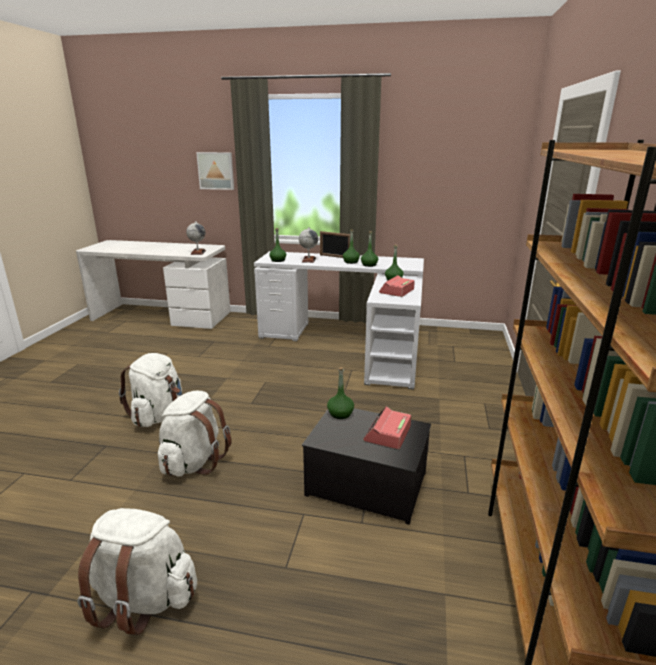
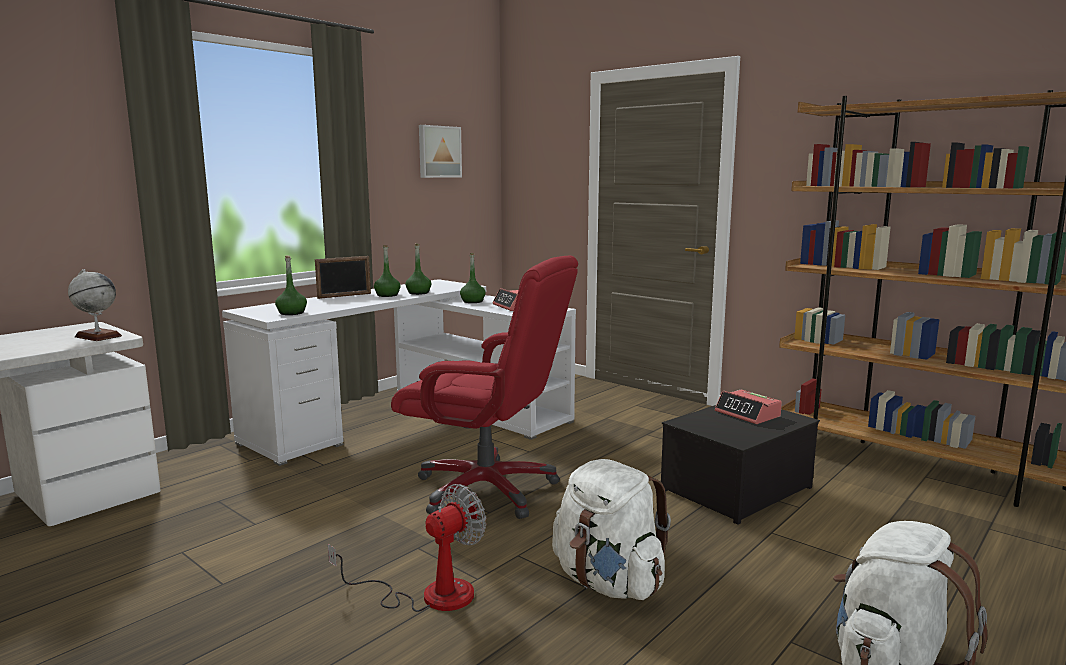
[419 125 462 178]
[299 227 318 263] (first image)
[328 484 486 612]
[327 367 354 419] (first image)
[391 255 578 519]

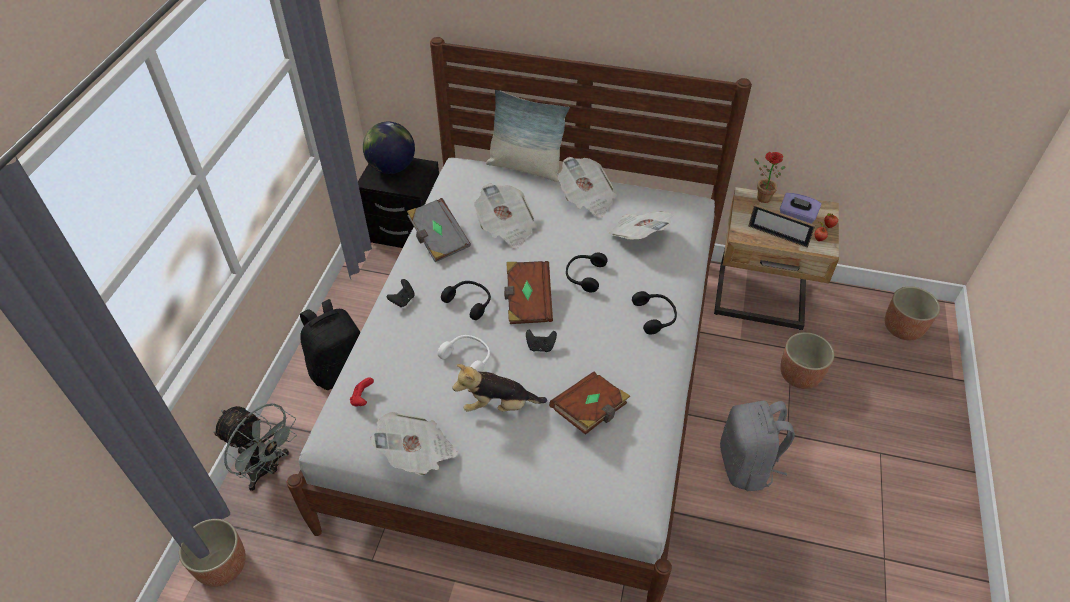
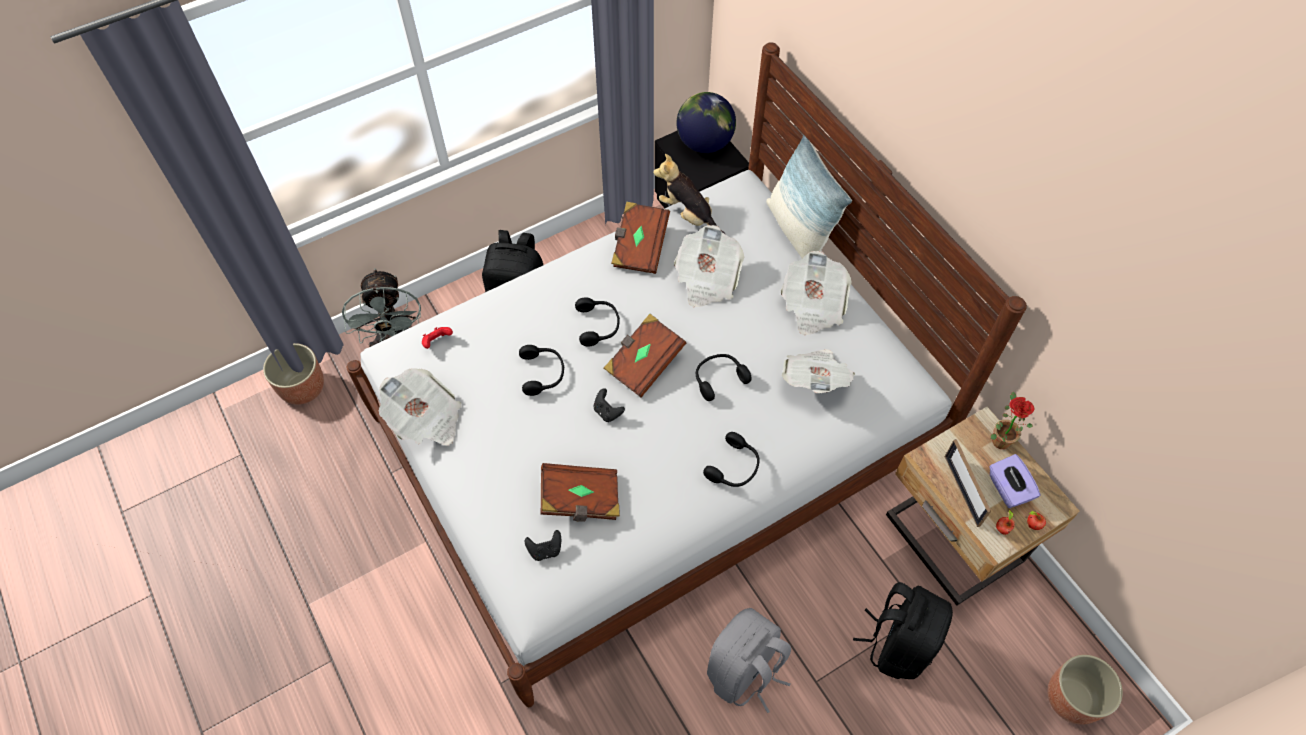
[611 202 670 274]
[524 530 561 561]
[853 582 953 679]
[519 345 564 396]
[653 154 725 234]

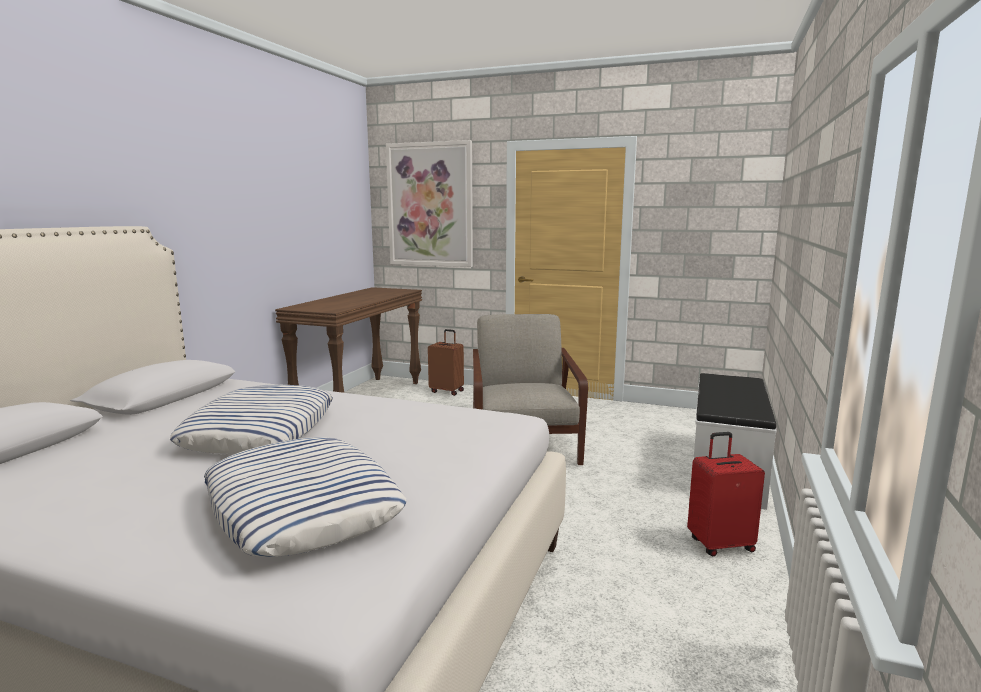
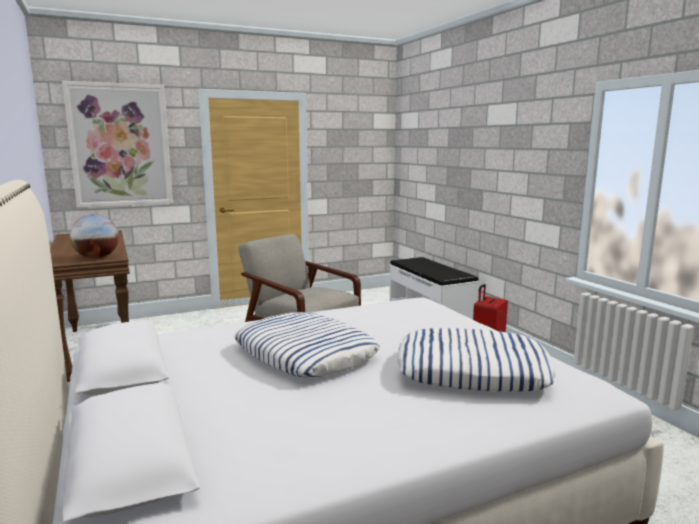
[428 329 464 396] (first image)
[70 214 119 258]

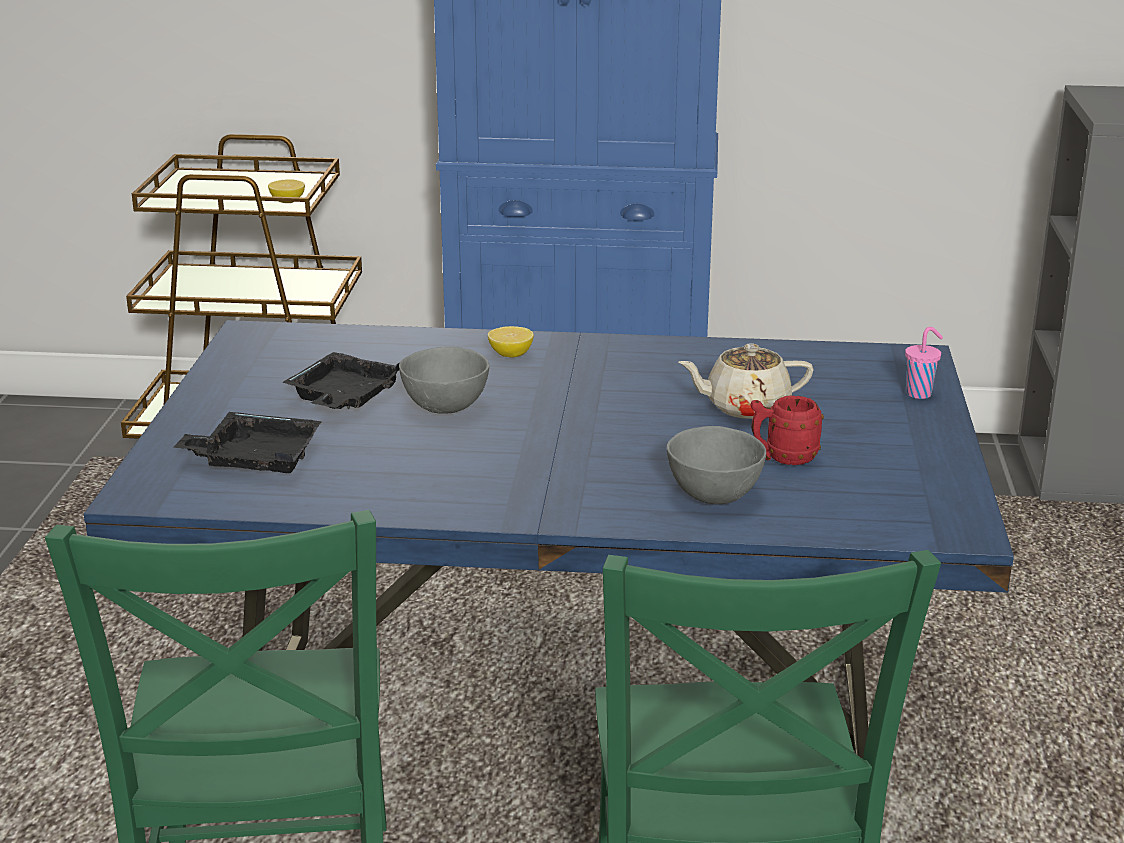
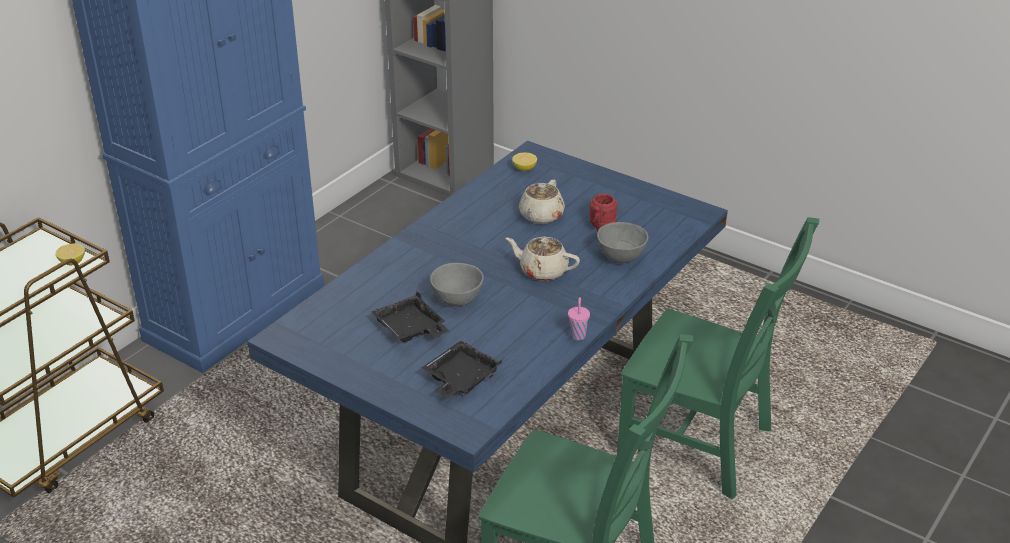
[512 153 537 171]
[568 297 590 341]
[505 237 580 281]

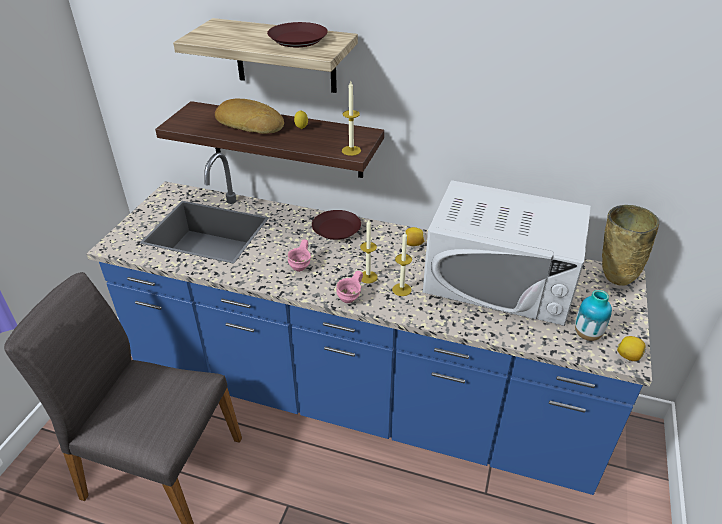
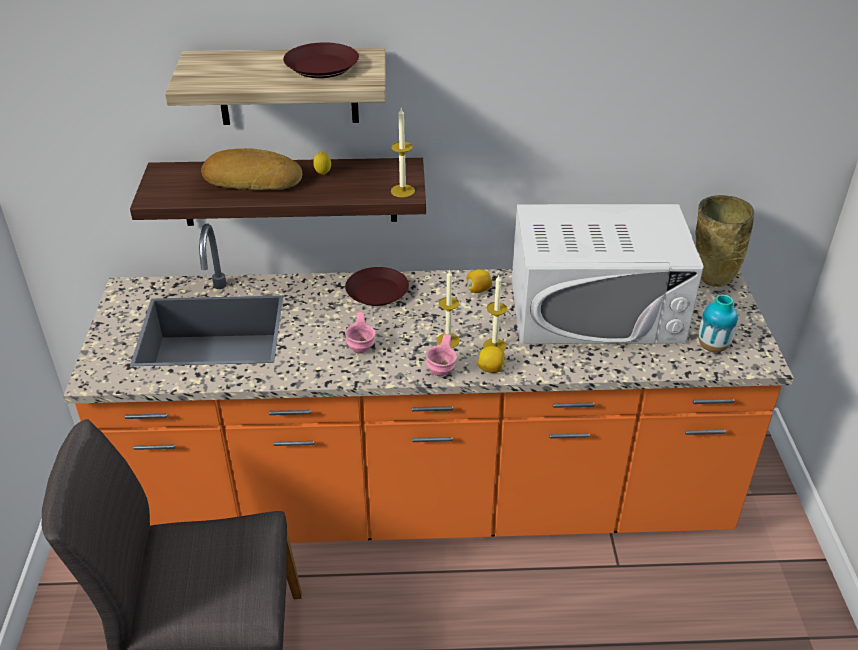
[63 224 794 543]
[478 346 506 373]

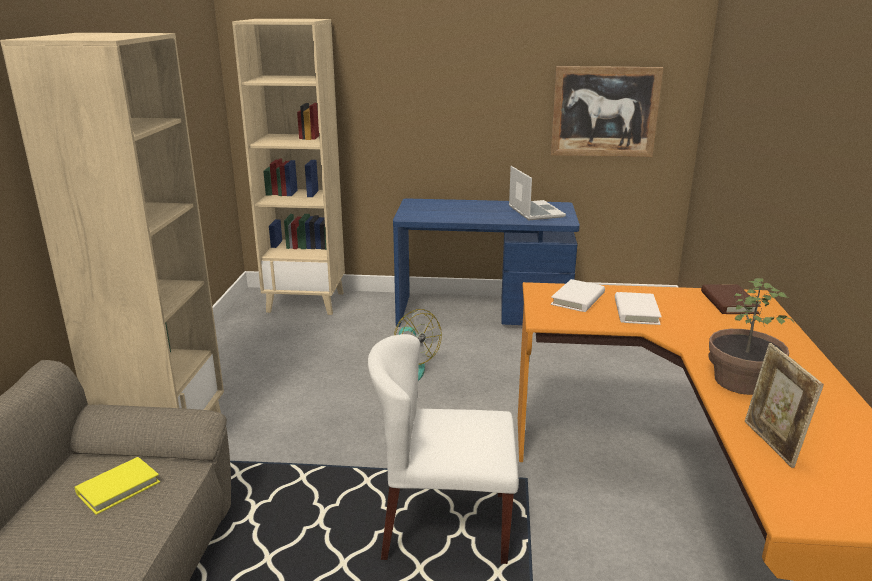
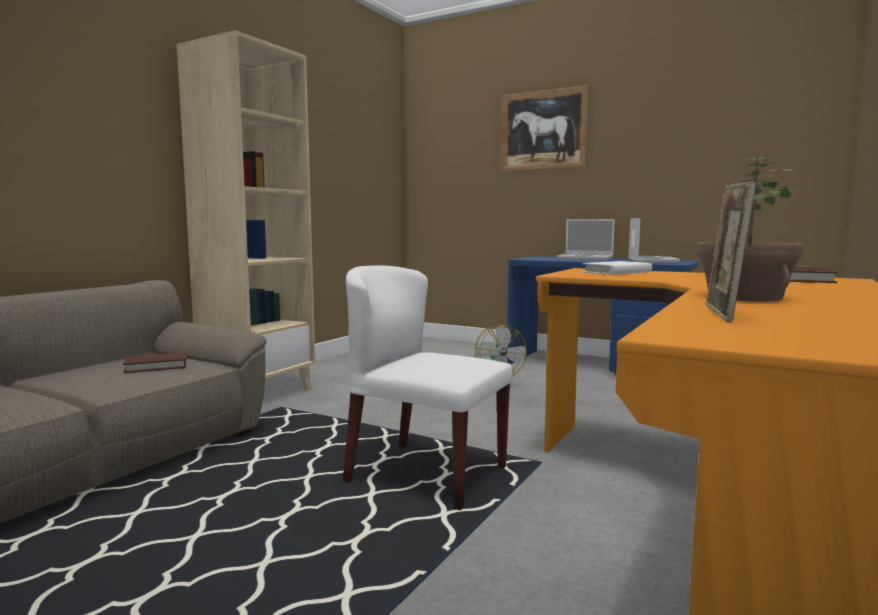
[232 19 345 315] (first image)
[501 85 589 172]
[615 292 662 325] (first image)
[123 352 186 373]
[557 219 615 260]

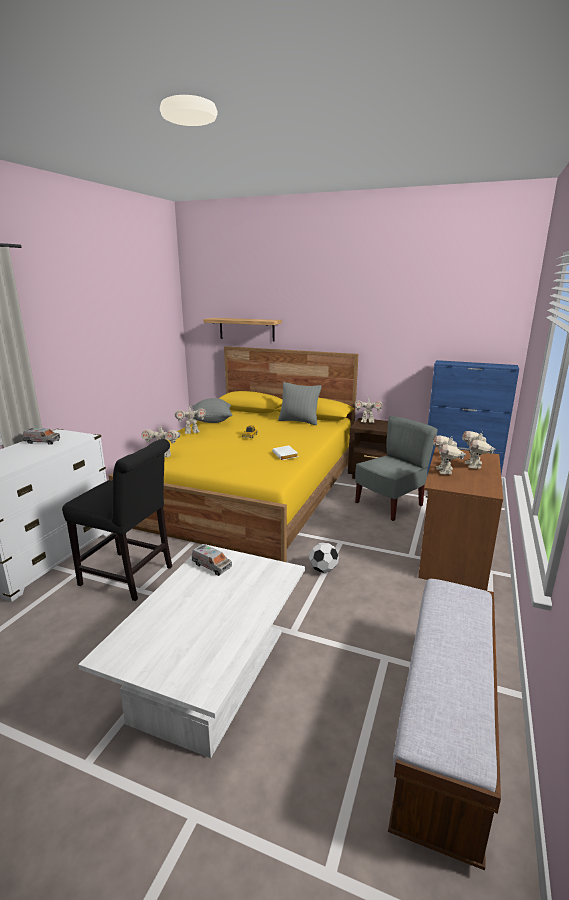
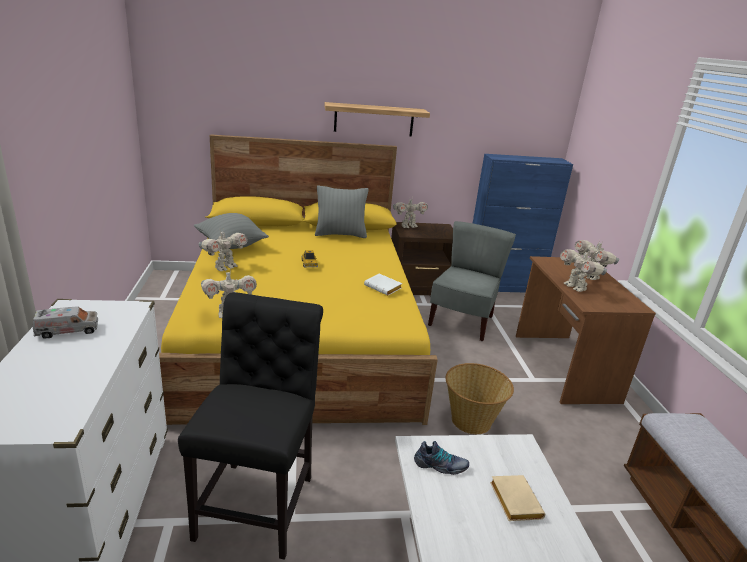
[325 102 430 137]
[178 292 323 560]
[446 363 514 434]
[414 441 469 475]
[490 475 545 521]

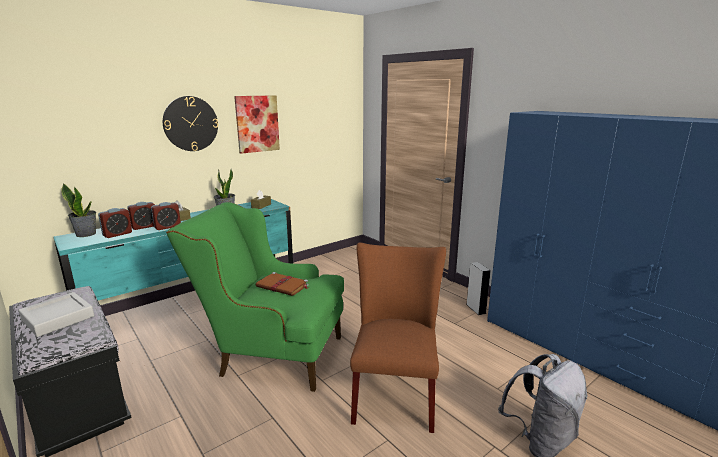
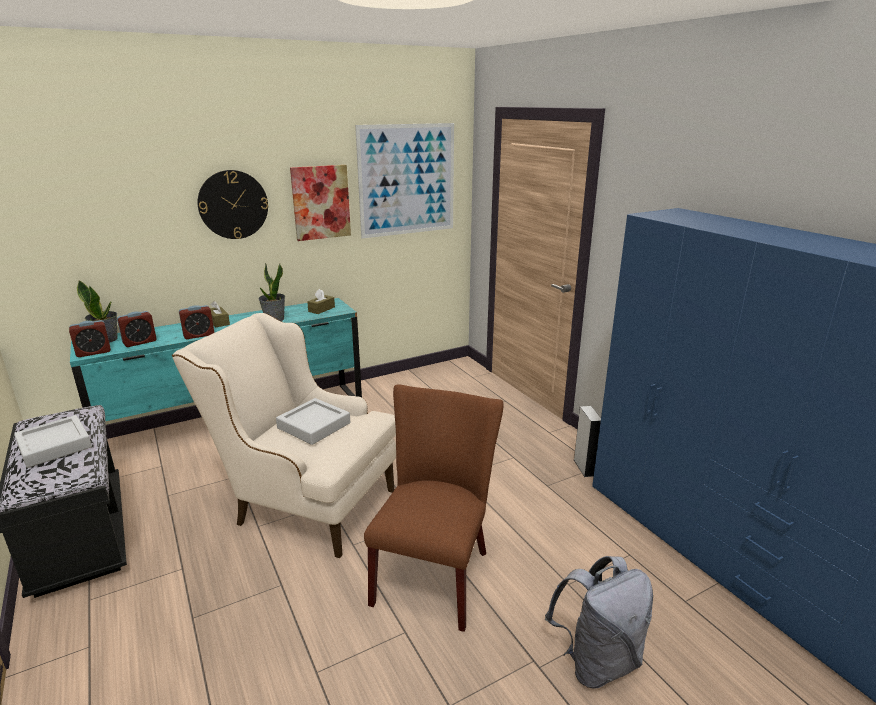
[69 320 111 357]
[172 313 396 558]
[276 398 350 445]
[355 123 454 239]

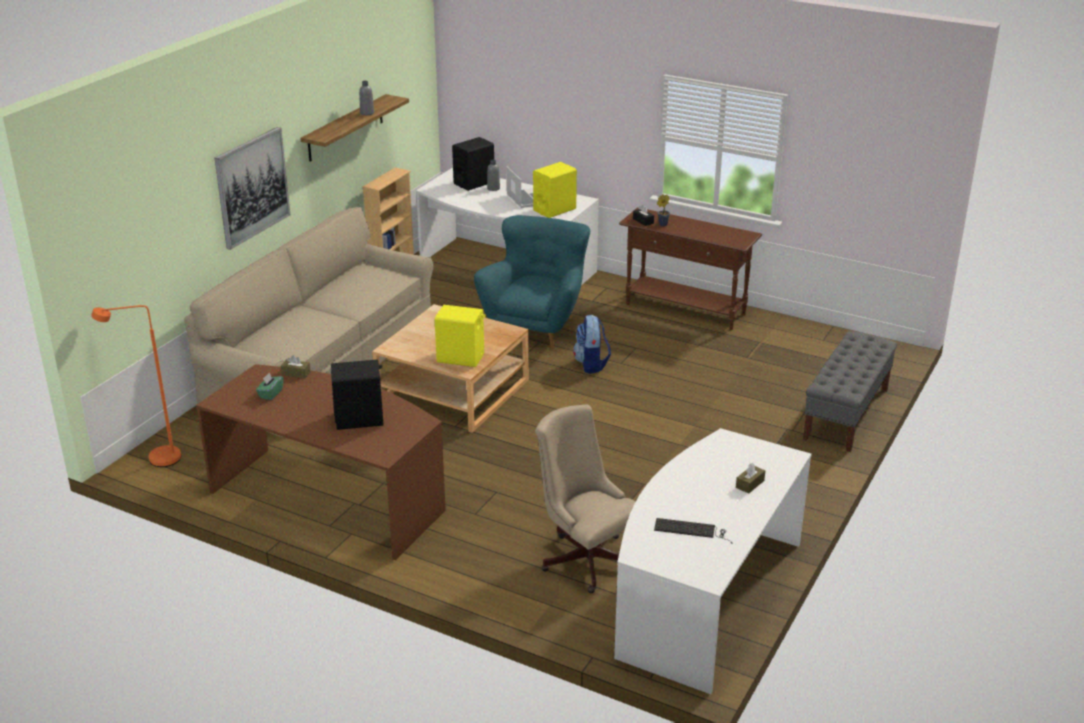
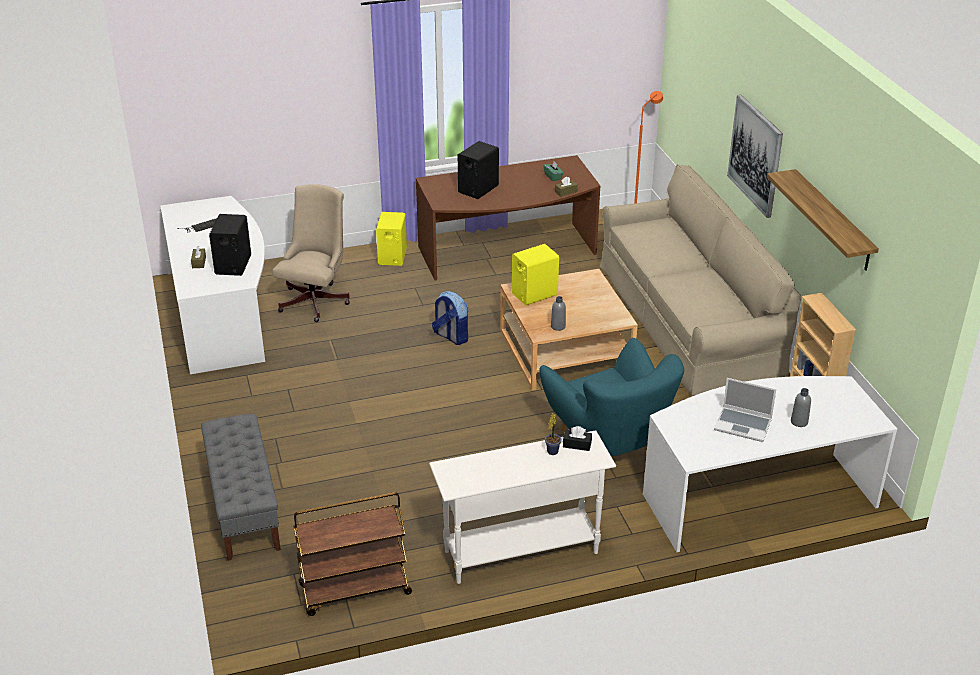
[551 296 566 331]
[209 214 251 276]
[376 212 407 266]
[429 430 616 584]
[432 291 469 345]
[272 184 350 322]
[293 492 412 616]

